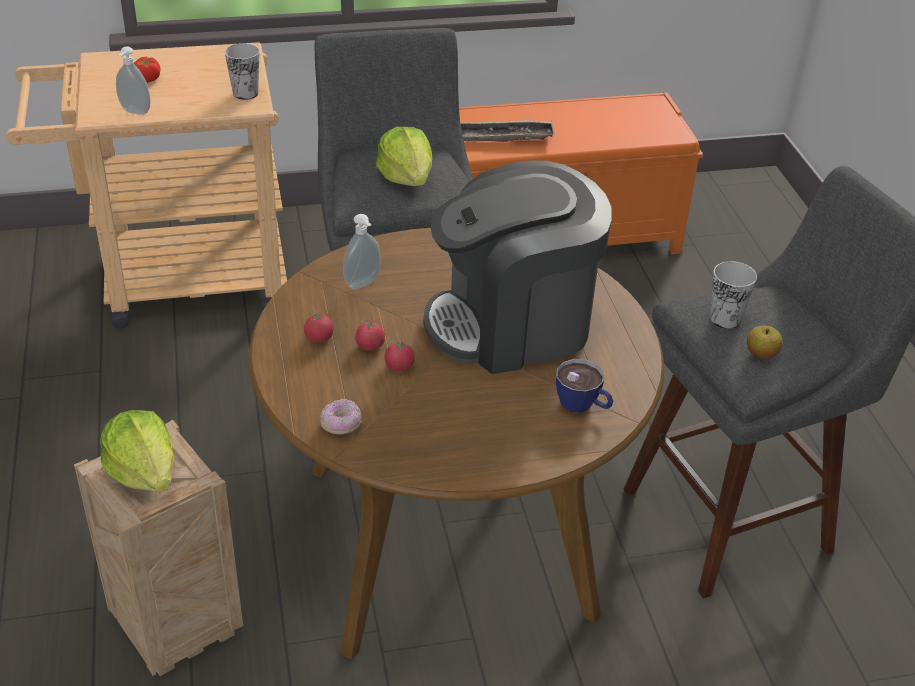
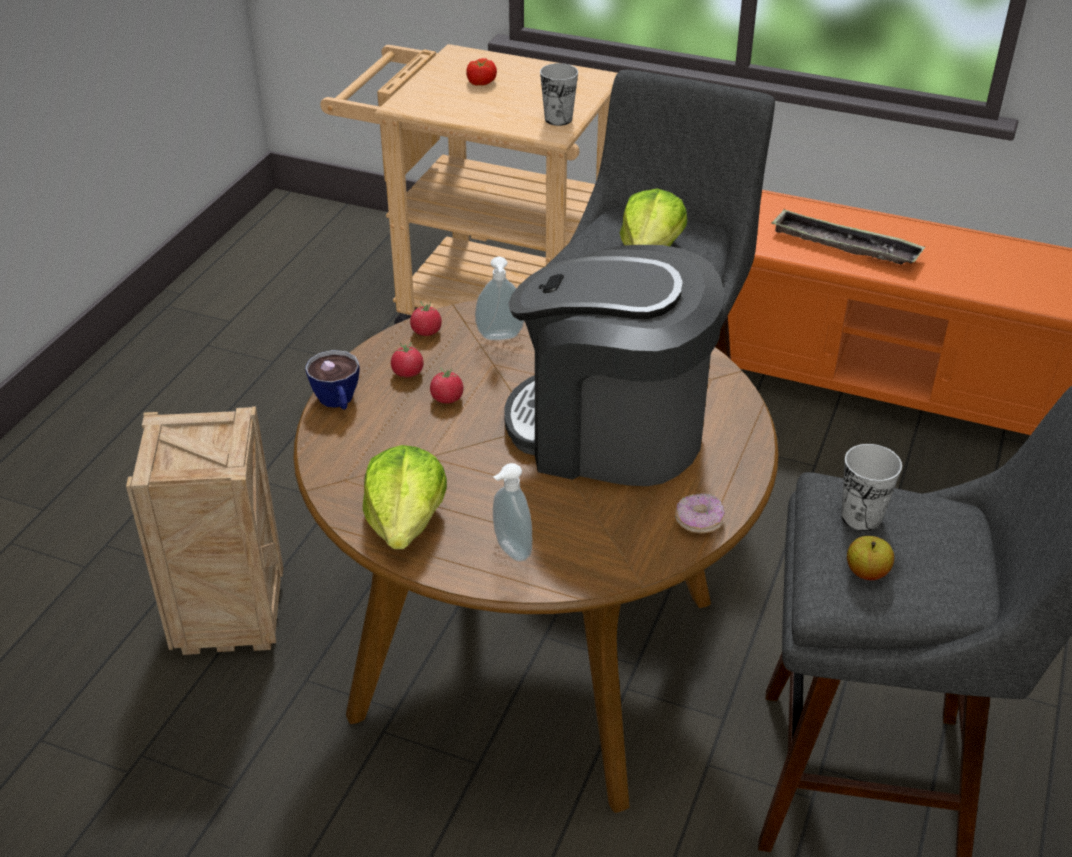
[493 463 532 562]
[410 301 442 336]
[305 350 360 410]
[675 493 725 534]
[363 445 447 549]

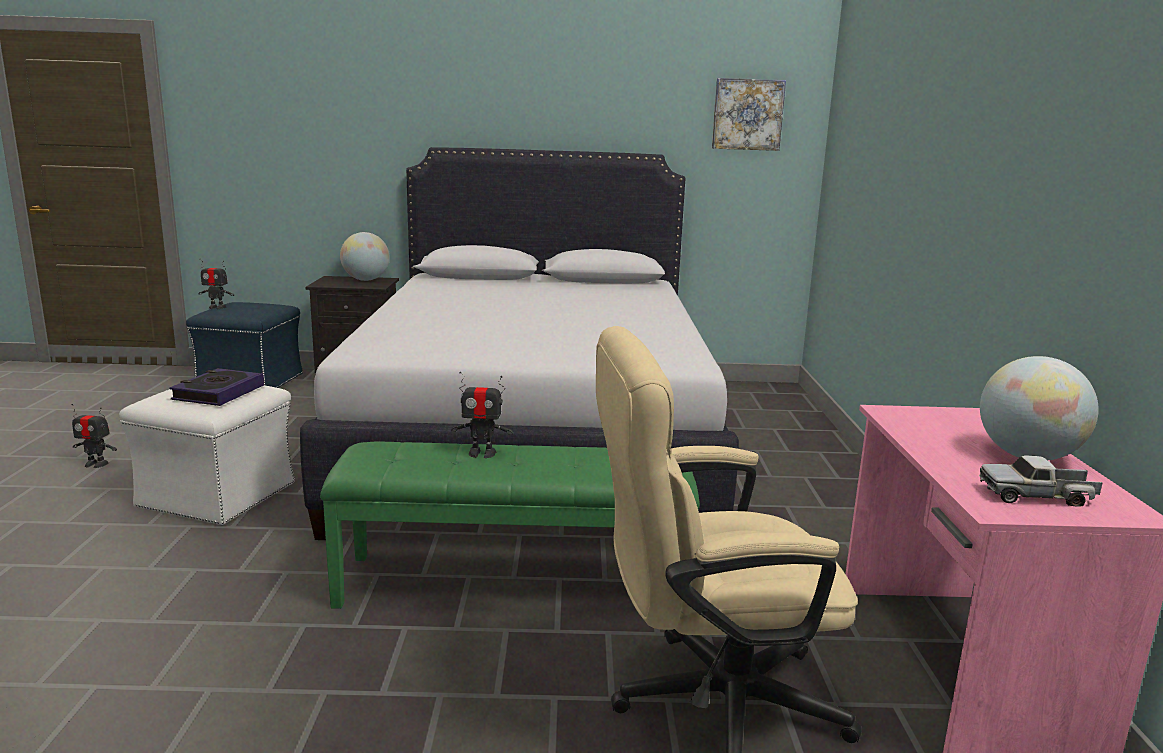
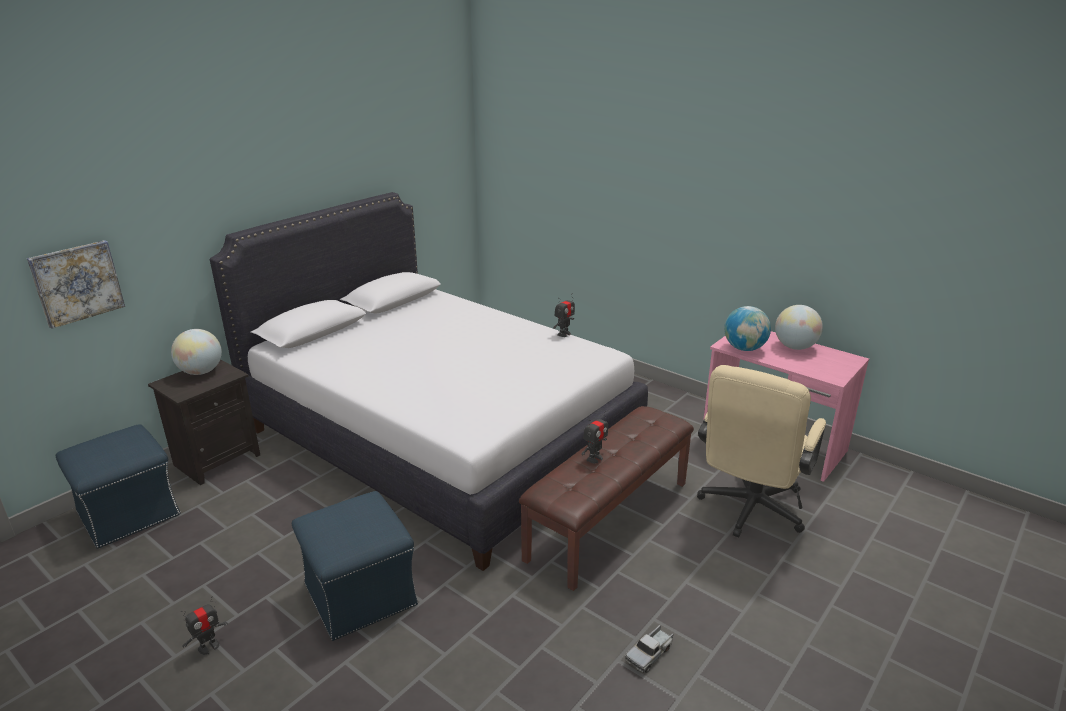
[27 240 125 329]
[553 293 575 337]
[170 368 264 406] (first image)
[292 491 418 641]
[519 406 694 591]
[625 625 673 673]
[724 306 771 351]

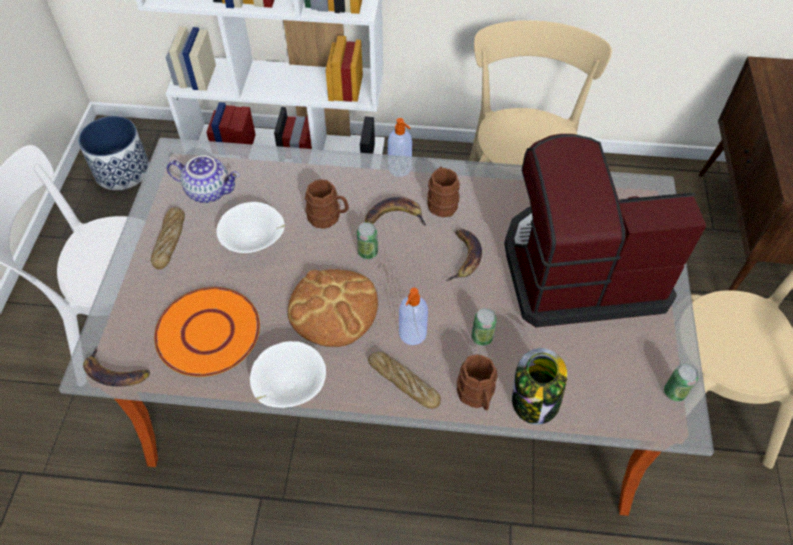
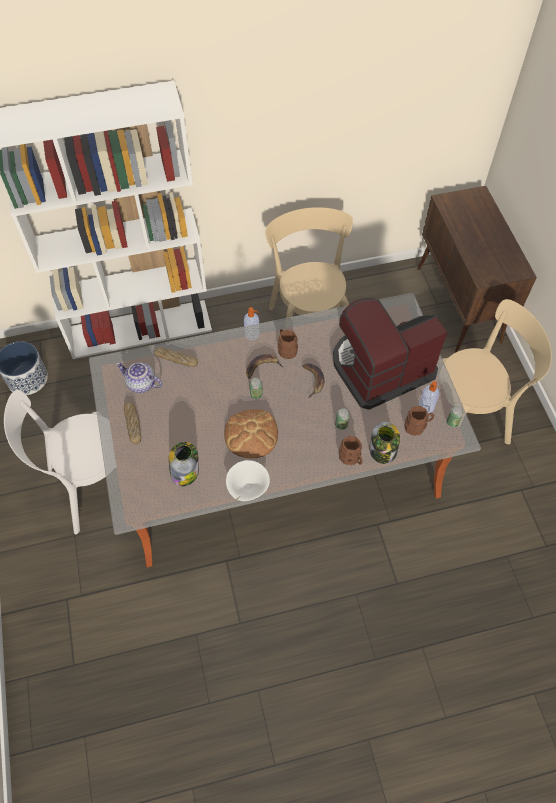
[116 362 162 393]
[404 406 434 436]
[216 202 285 253] (first image)
[169 442 199 486]
[418 381 439 413]
[83 347 150 387] (first image)
[154 347 198 367]

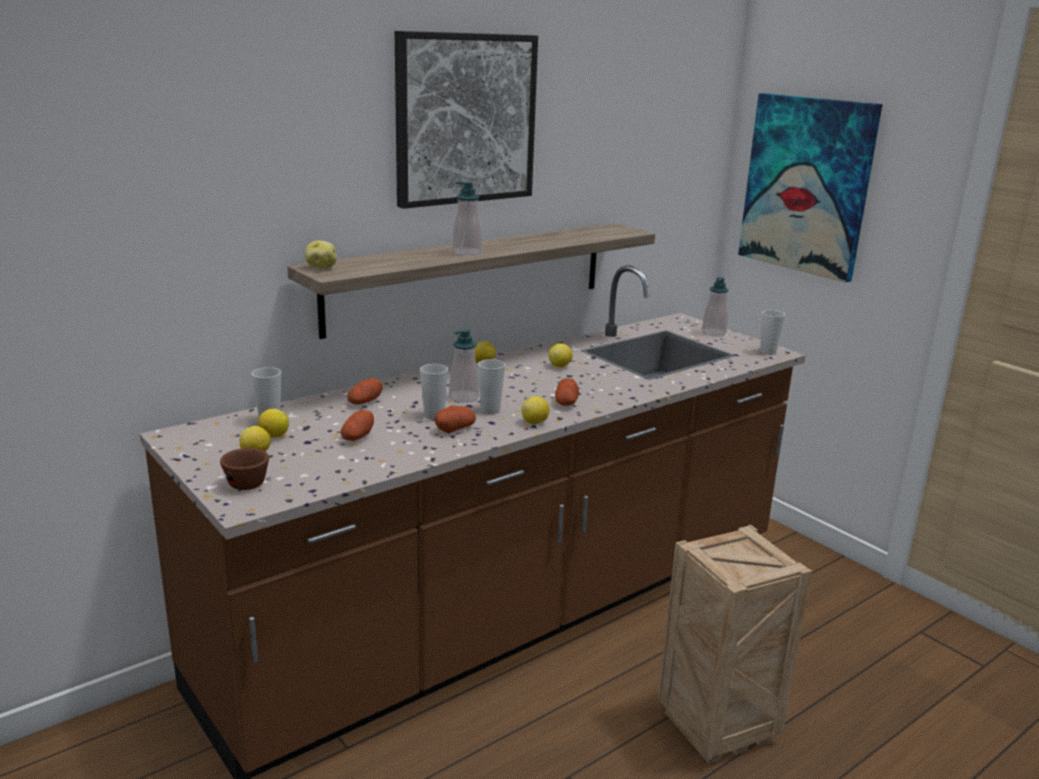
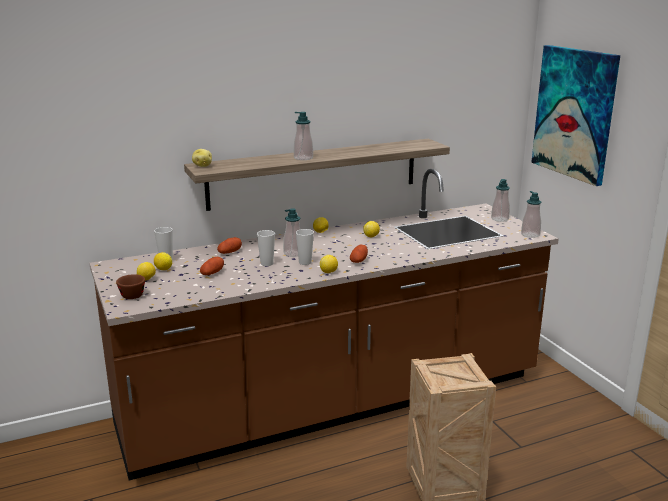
[395 31 538 209] (first image)
[521 191 541 238]
[435 405 476 433] (first image)

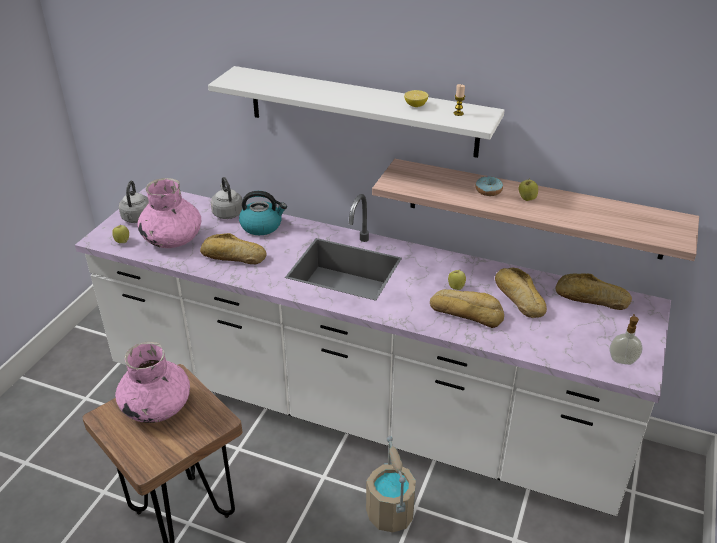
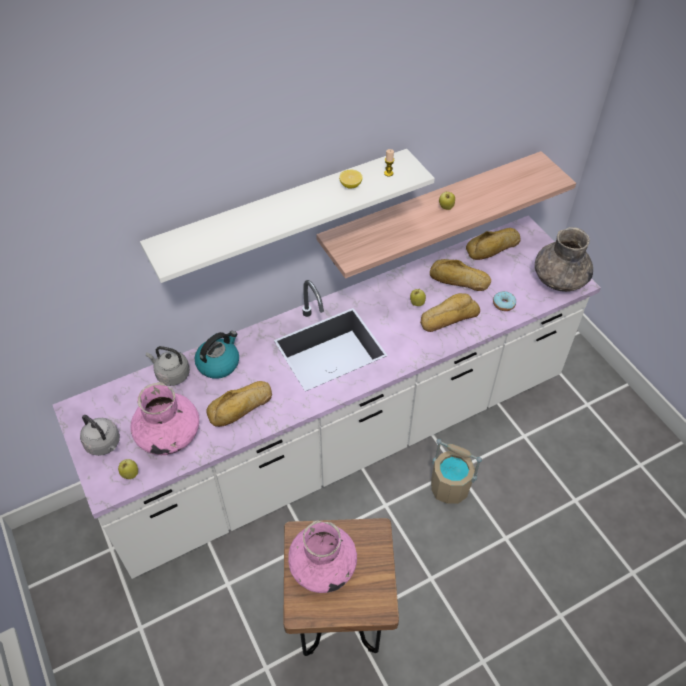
[493 291 516 311]
[535 227 593 292]

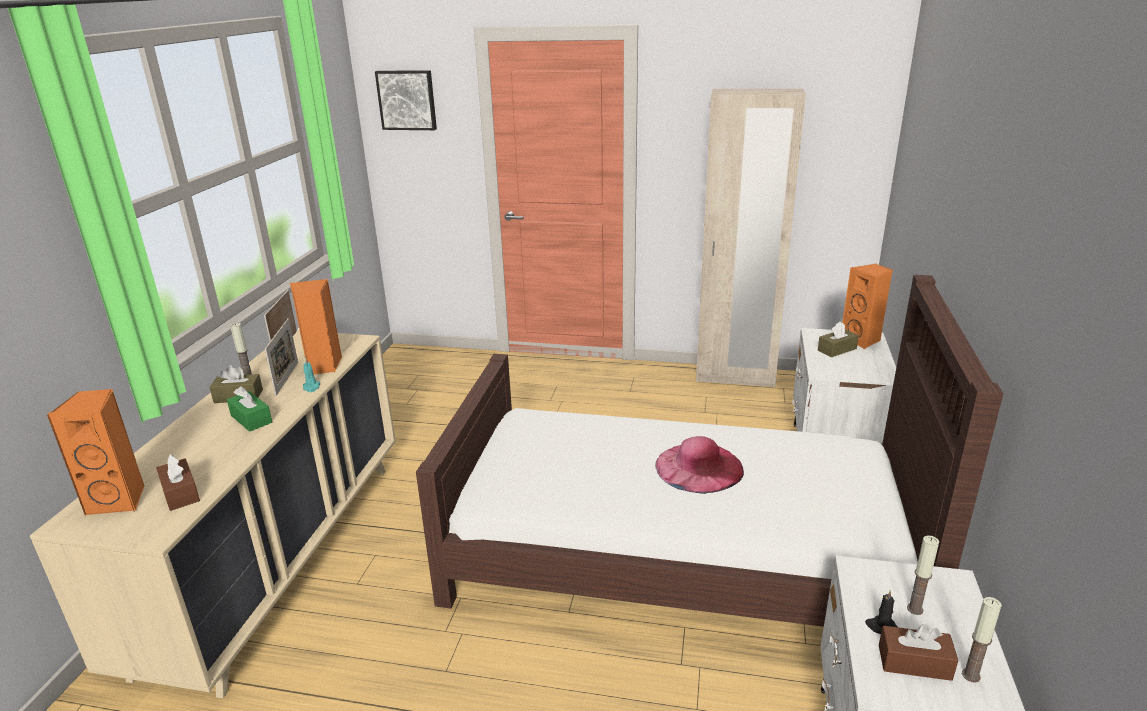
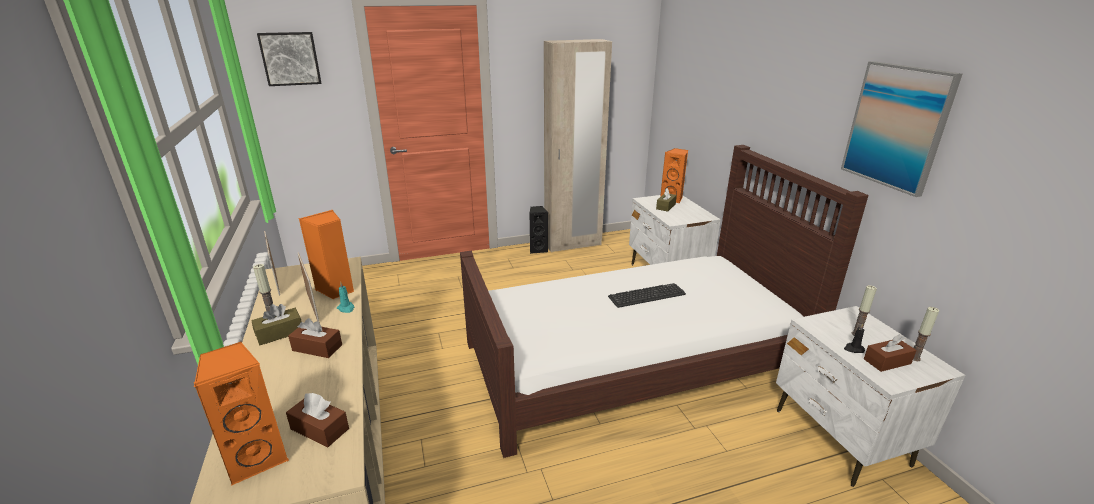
[288 318 342 358]
[608 283 686 308]
[841 61 962 197]
[529 206 548 254]

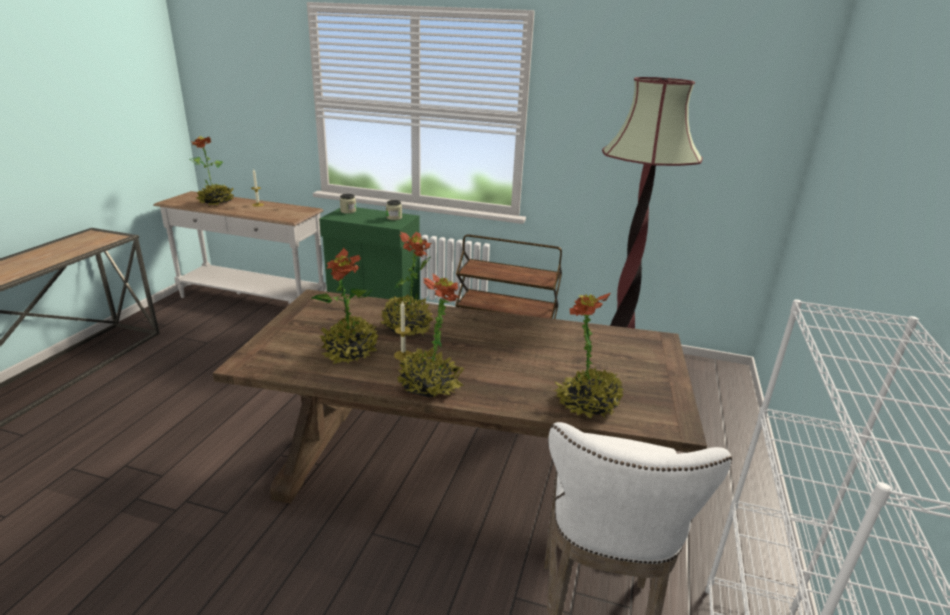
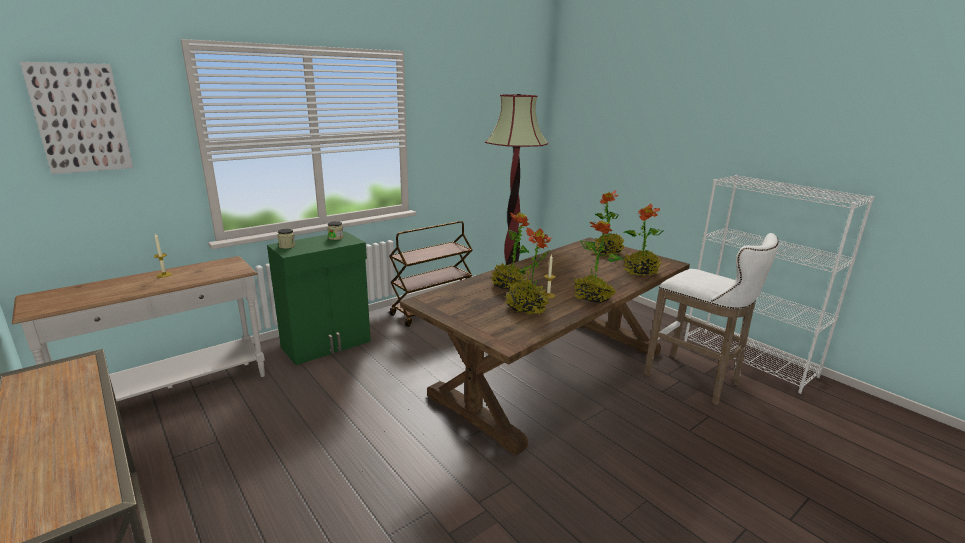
[590 190 625 255]
[20 62 133 174]

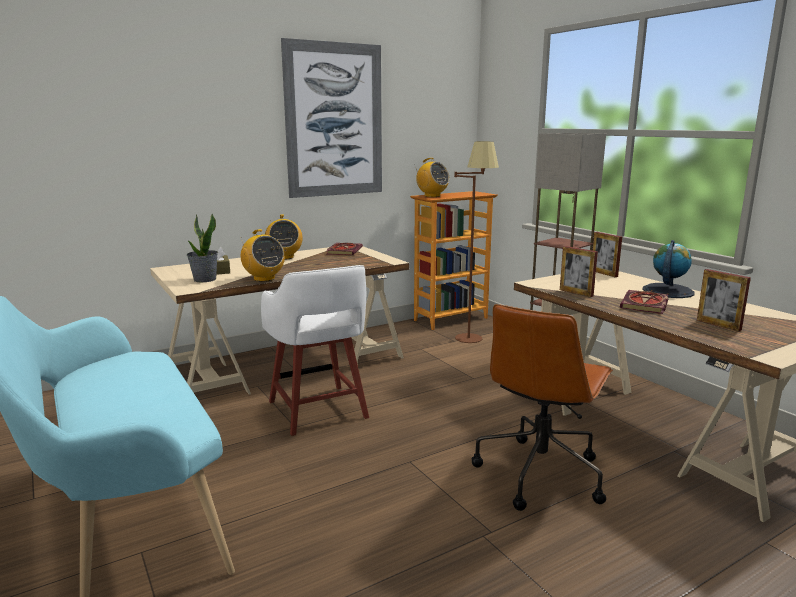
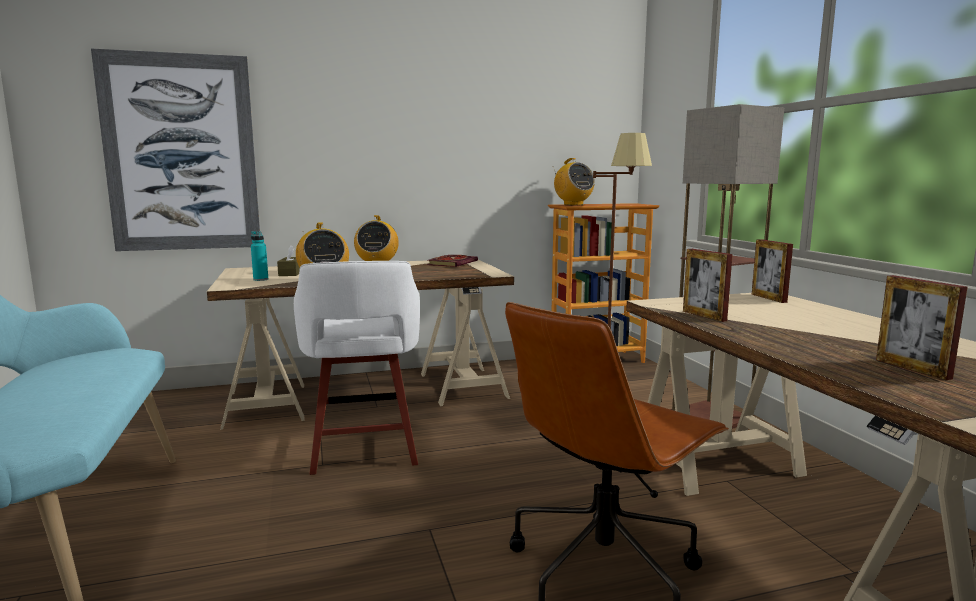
[91 48 260 251]
[251 231 268 281]
[642 240 695 298] (first image)
[620 290 668 314] (first image)

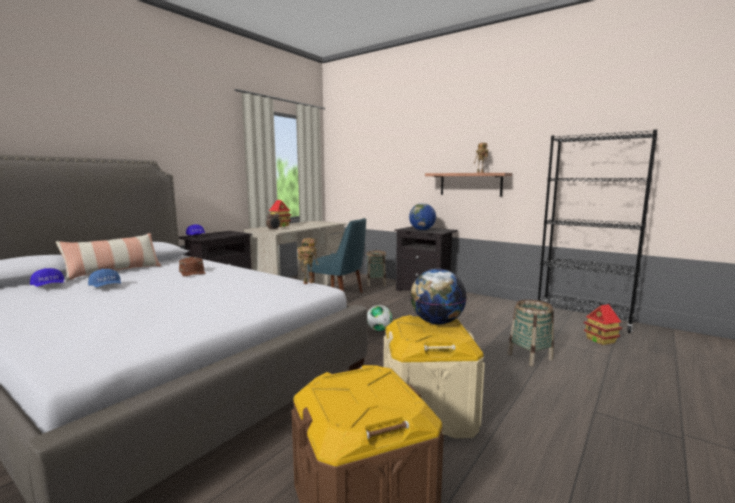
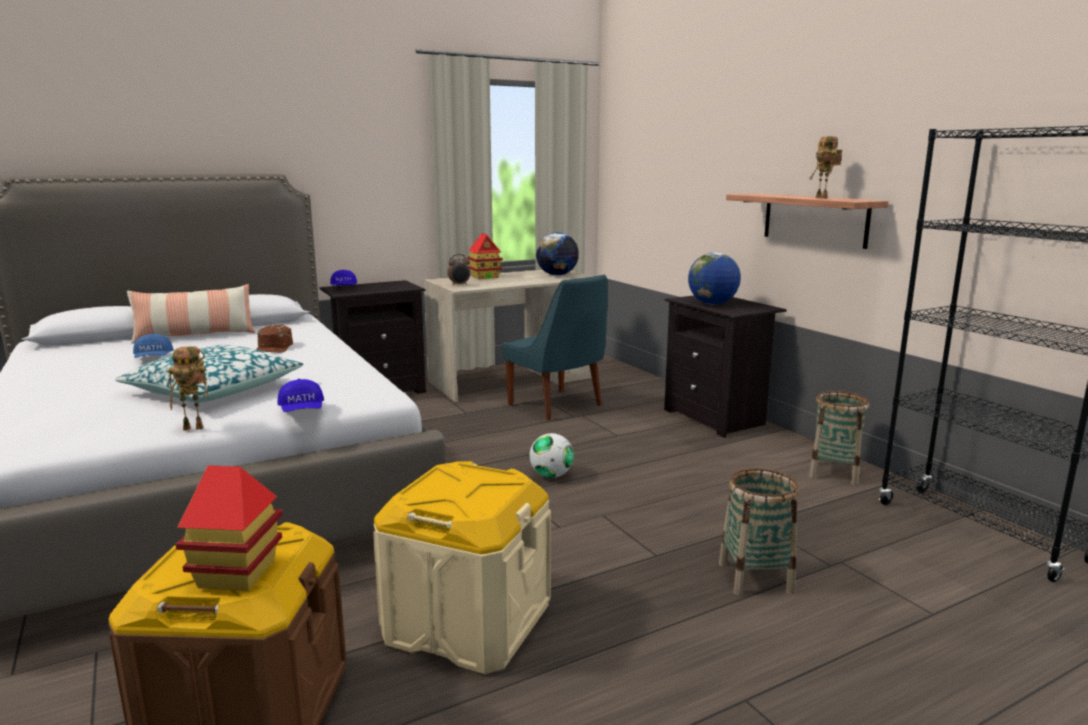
[168 346 208 431]
[809 391 869 485]
[277 379 324 412]
[536 232 579 276]
[175 465 283 591]
[115 345 304 403]

